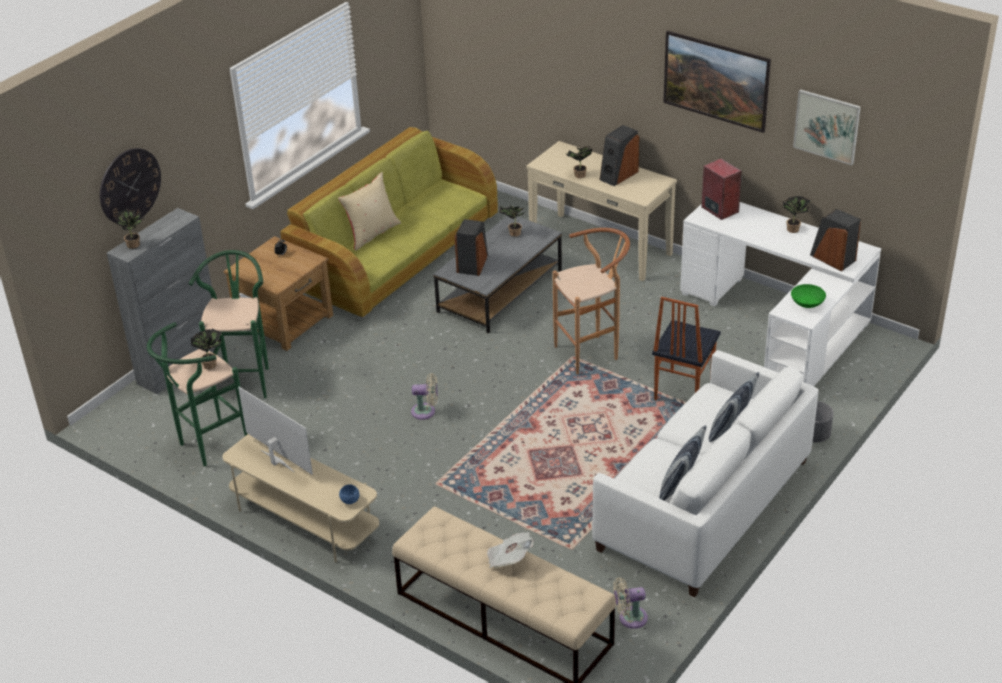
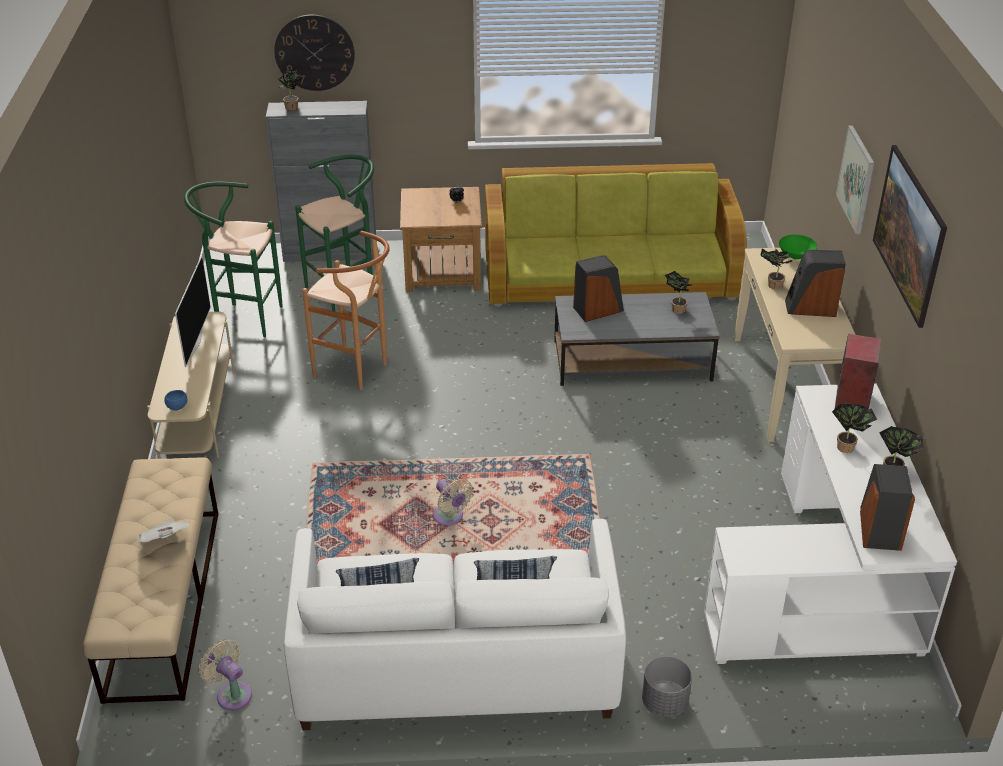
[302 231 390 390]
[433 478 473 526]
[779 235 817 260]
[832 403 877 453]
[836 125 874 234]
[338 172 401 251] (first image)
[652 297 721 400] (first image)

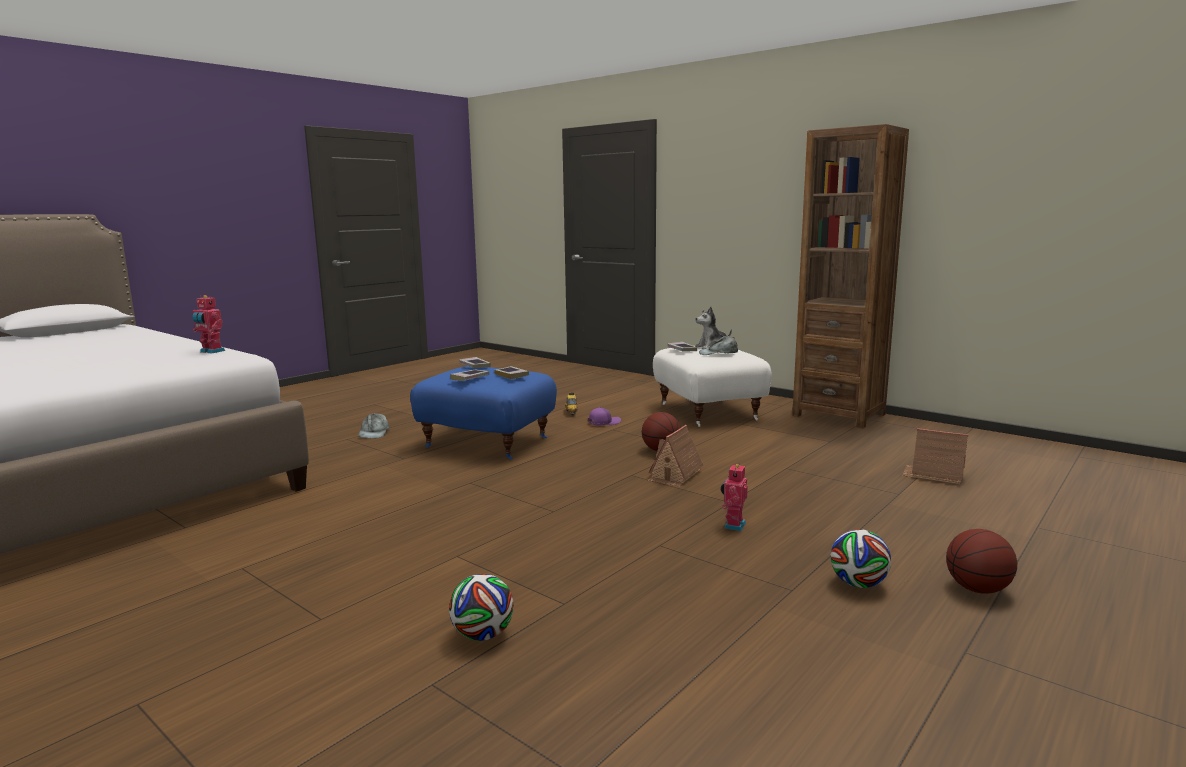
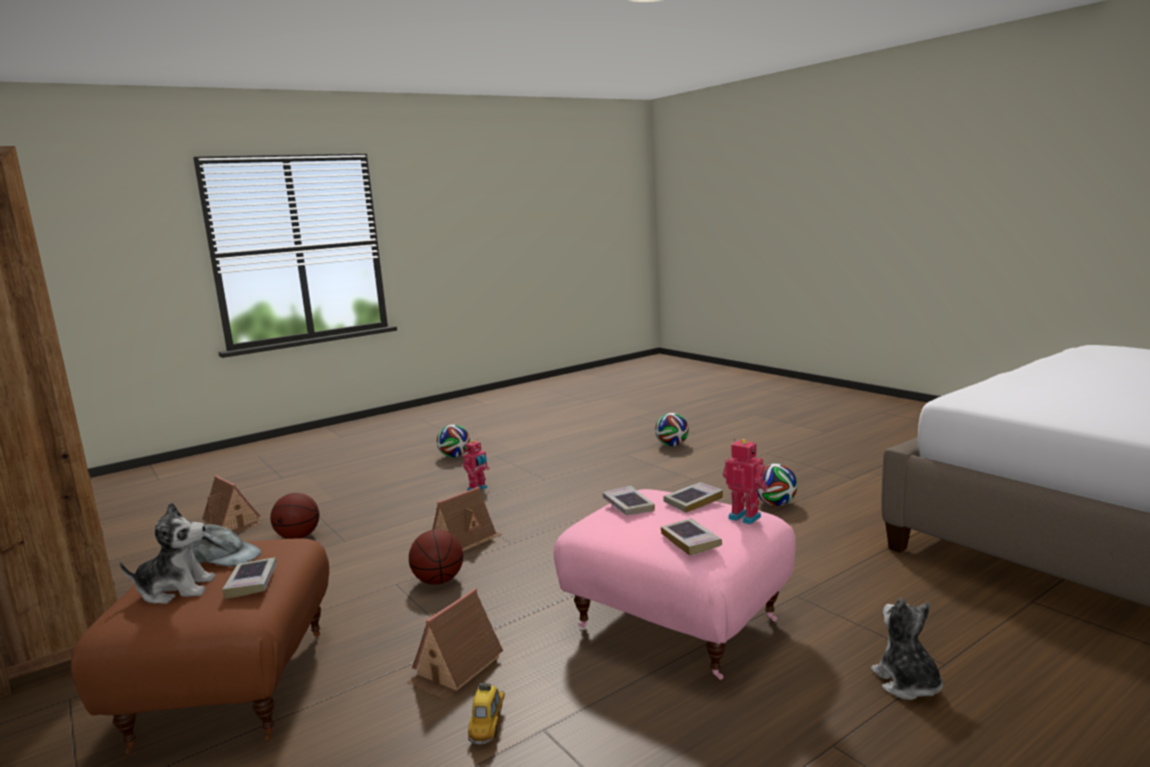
[71 539 329 755]
[270 493 320 539]
[407 588 503 700]
[553 489 796 680]
[723 439 768 525]
[757 463 798 506]
[871 598 943 700]

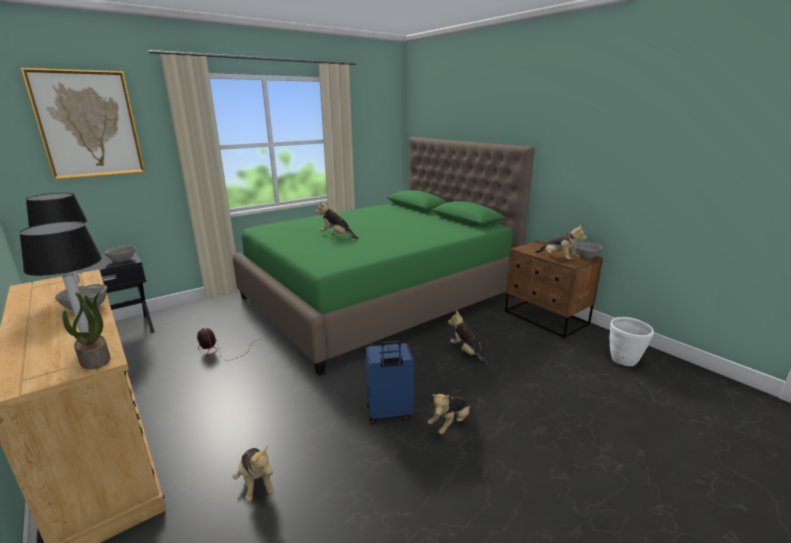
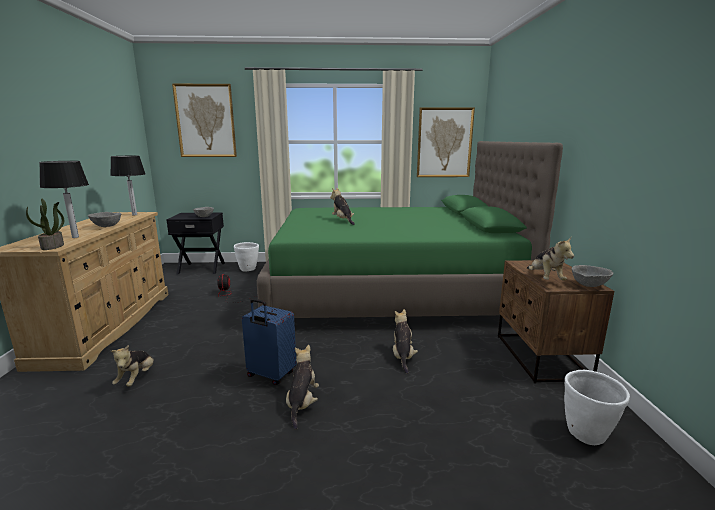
[234 242 259 272]
[286 345 319 430]
[417 107 475 177]

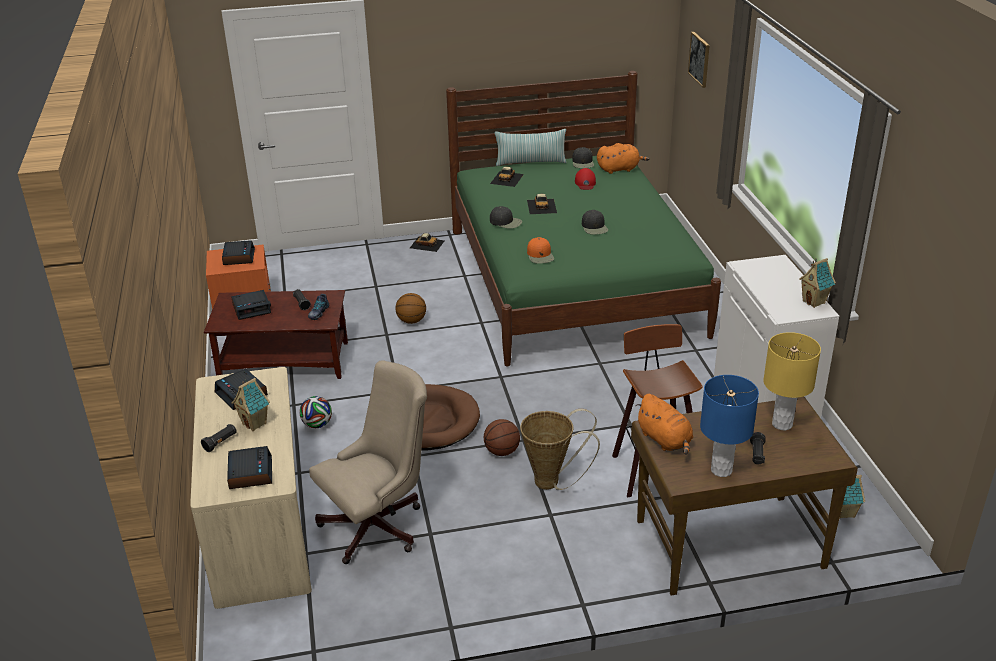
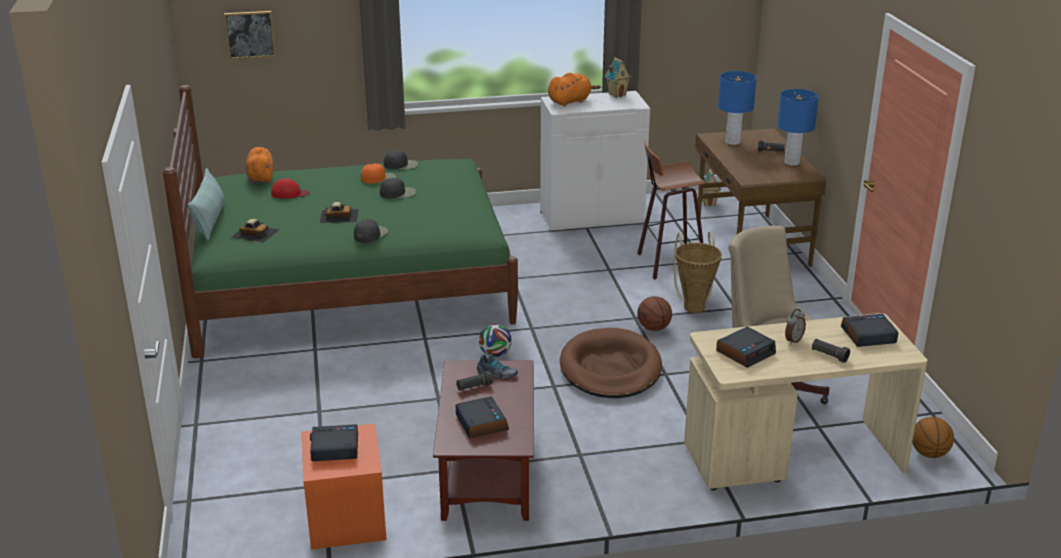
[361 164 396 184]
[384 150 418 170]
[479 324 512 357]
[548 72 601 106]
[718 71 757 145]
[785 308 806 344]
[912 417 954 458]
[410 233 445 252] (first image)

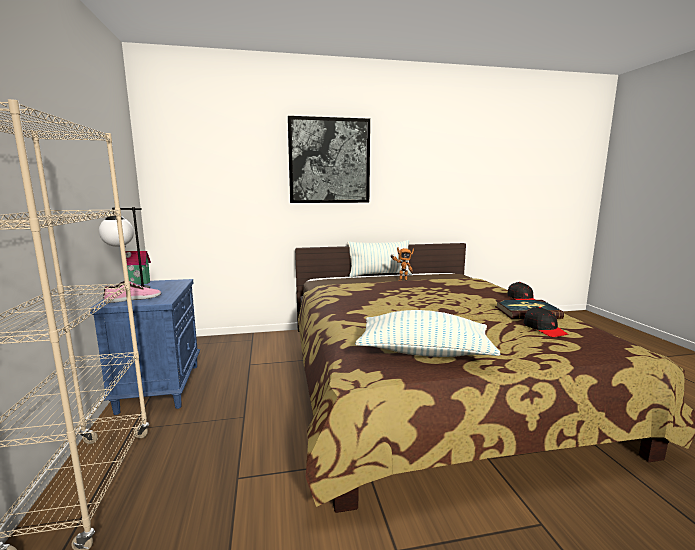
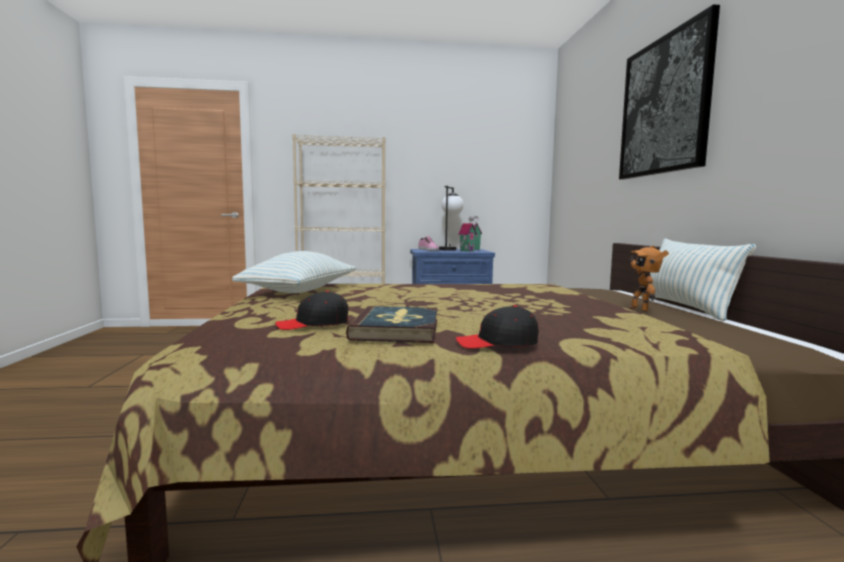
[459 216 479 252]

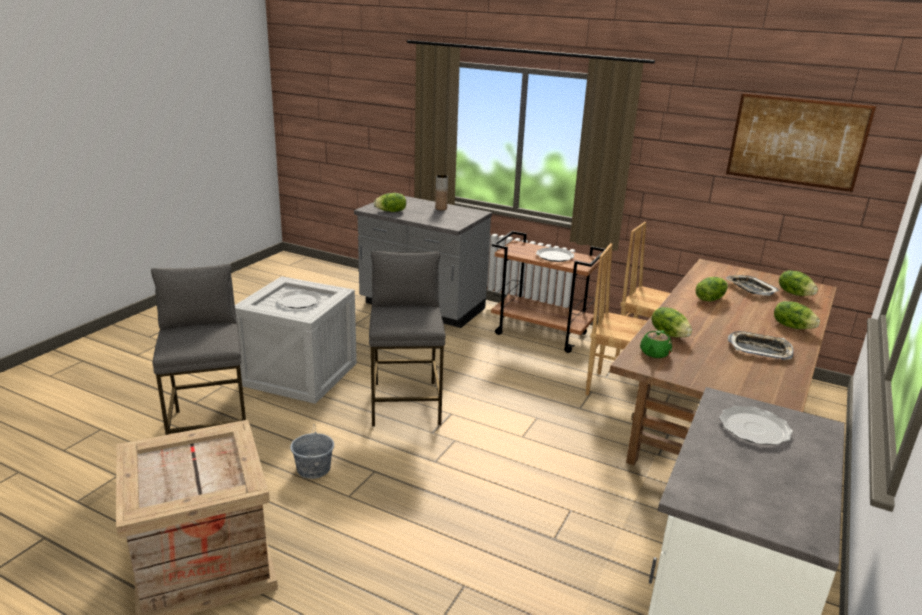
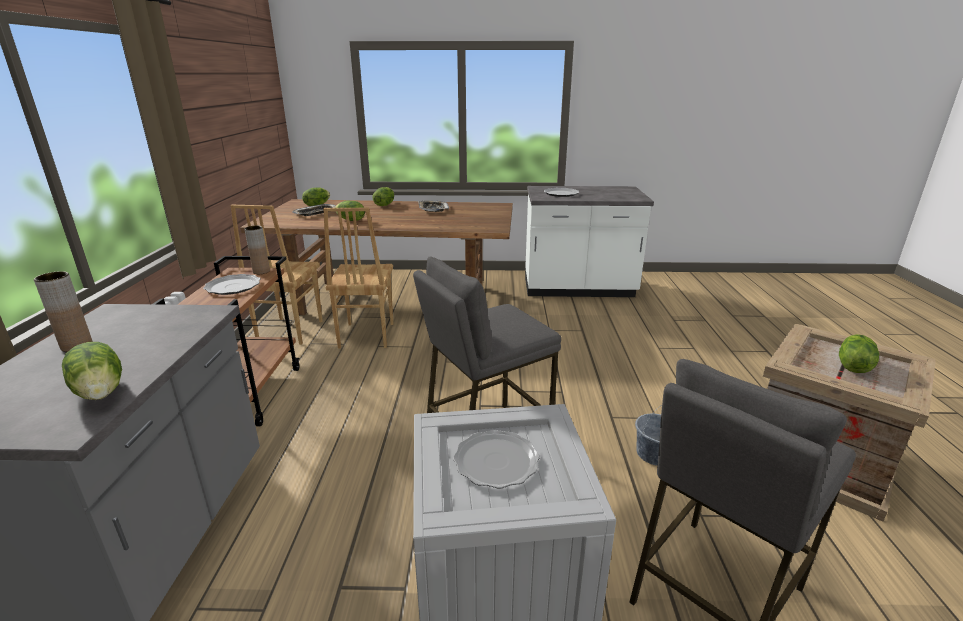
[245 226 270 274]
[839 334 879 373]
[640 330 672 358] (first image)
[726 93 876 192] (first image)

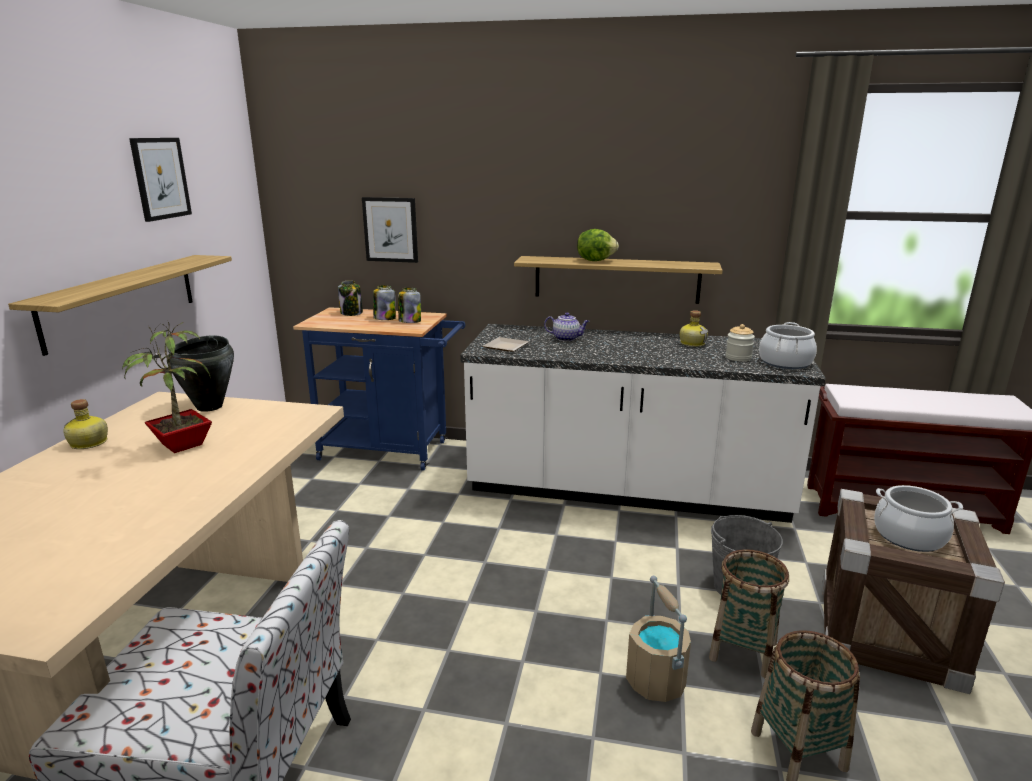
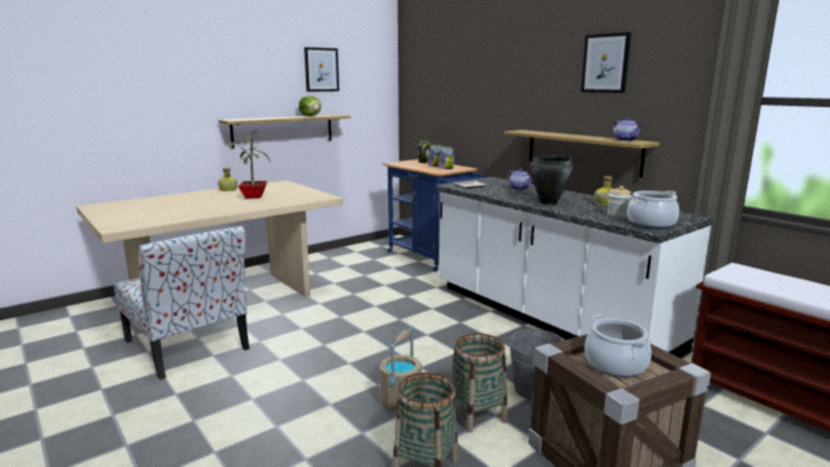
[299 96 321 116]
[530 155 573 205]
[581 32 631 93]
[613 117 642 141]

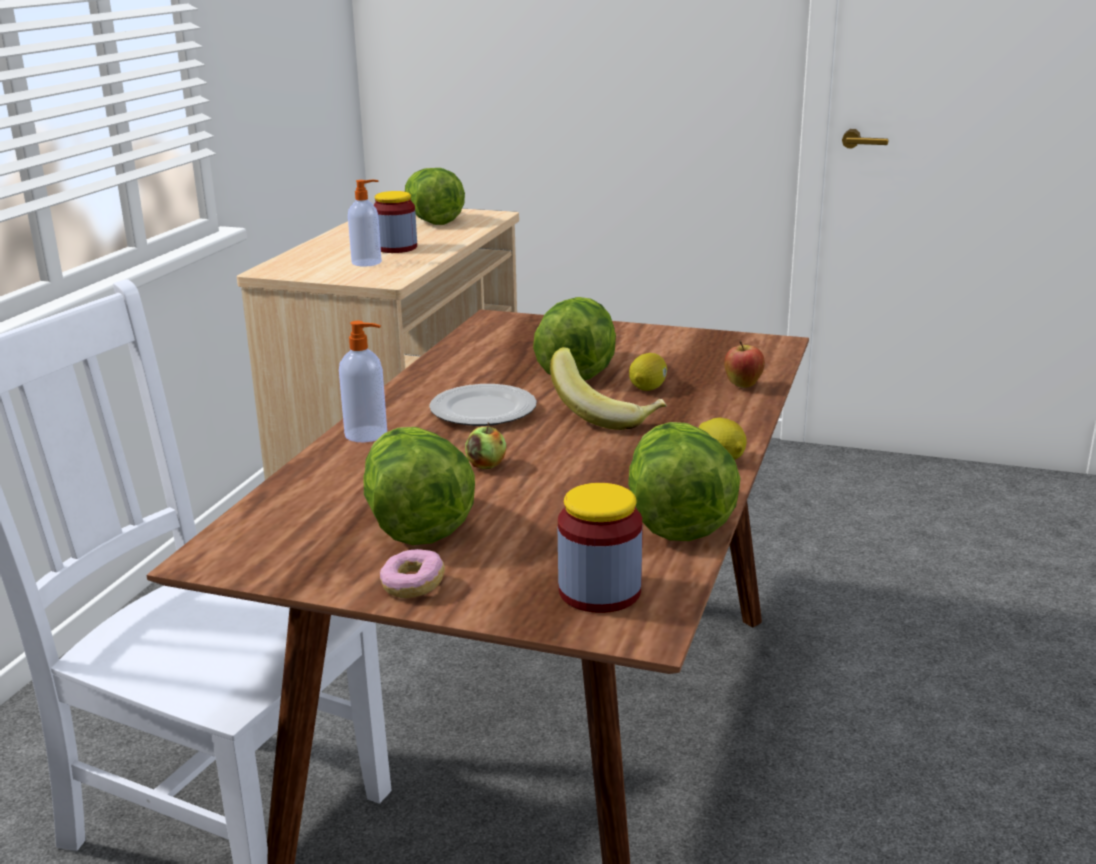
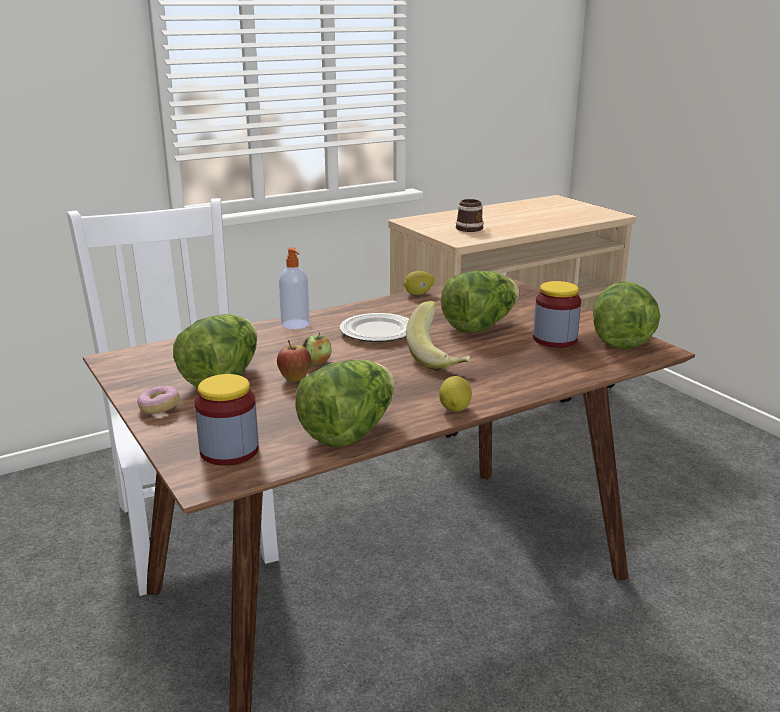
[277 340 311 381]
[403 271 435 295]
[456 199 484 232]
[533 281 581 348]
[593 281 660 349]

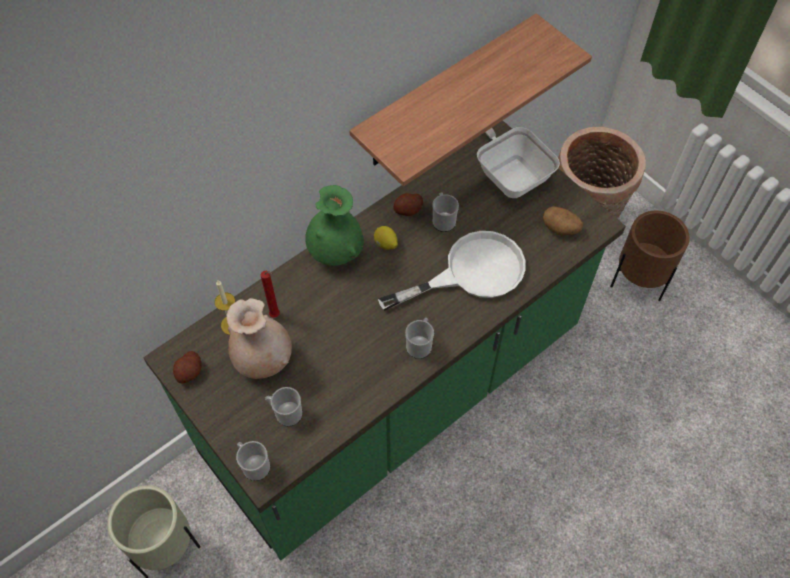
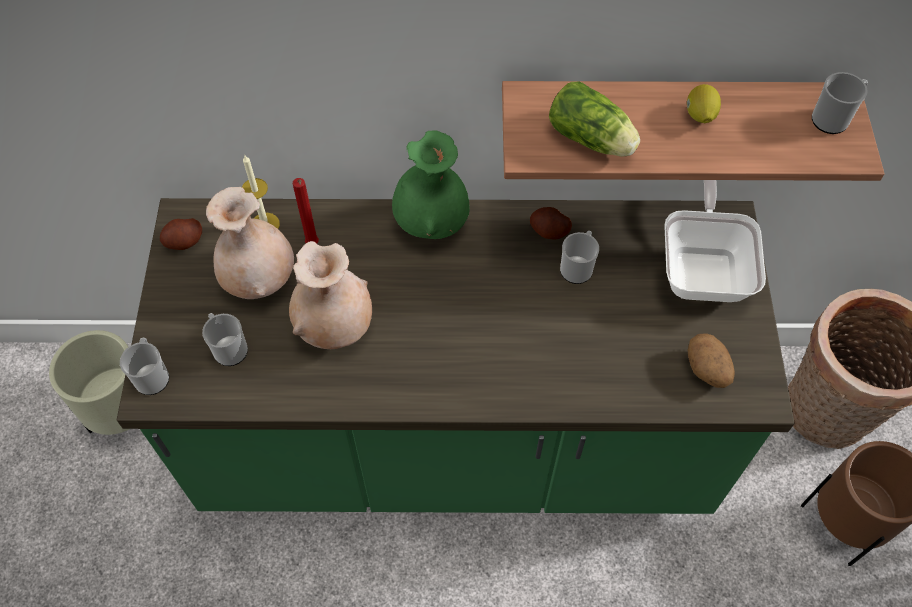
[289 241 372 349]
[549 82 640 157]
[687 84 721 123]
[812 72 868 134]
[378 231 526 310] (first image)

